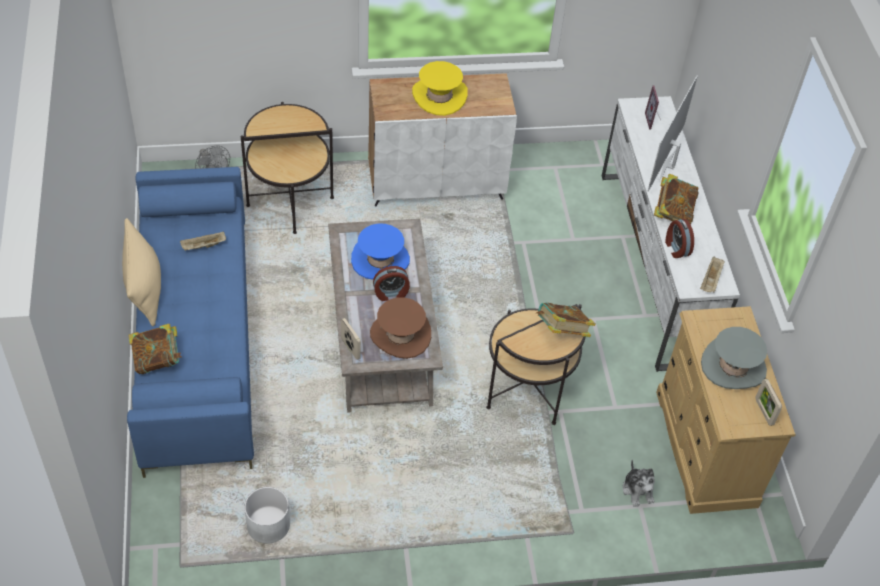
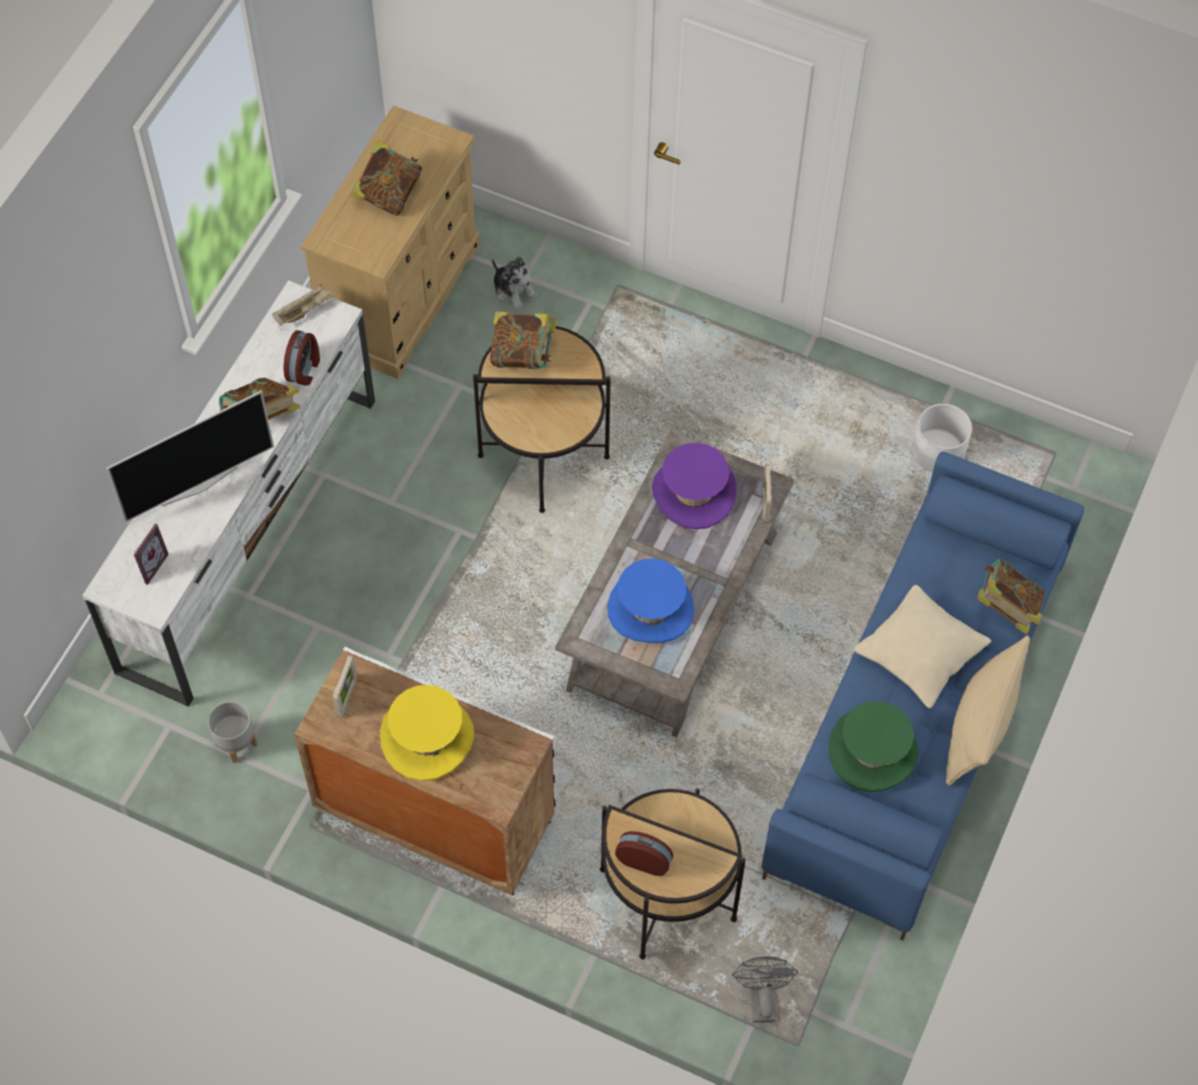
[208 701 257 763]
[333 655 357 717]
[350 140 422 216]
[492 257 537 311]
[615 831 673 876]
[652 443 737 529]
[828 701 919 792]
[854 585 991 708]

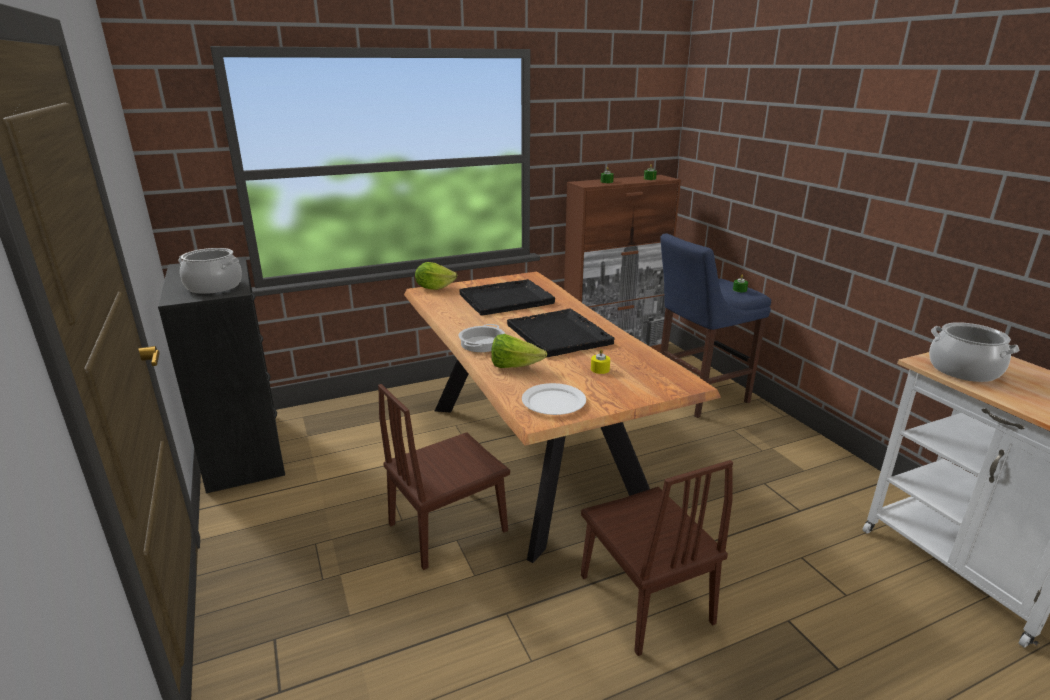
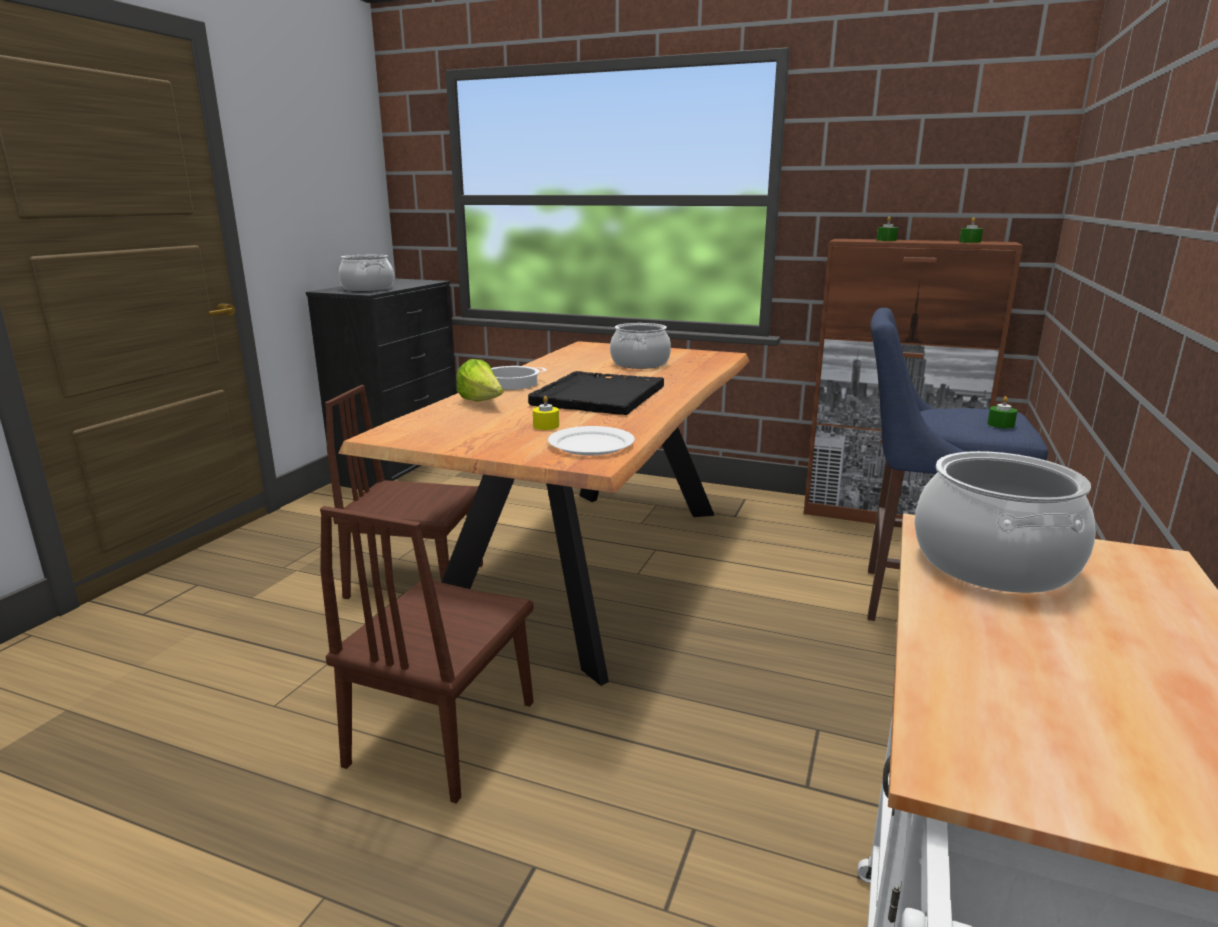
[548 426 635 455]
[610 323 671 369]
[415 262 457 290] (first image)

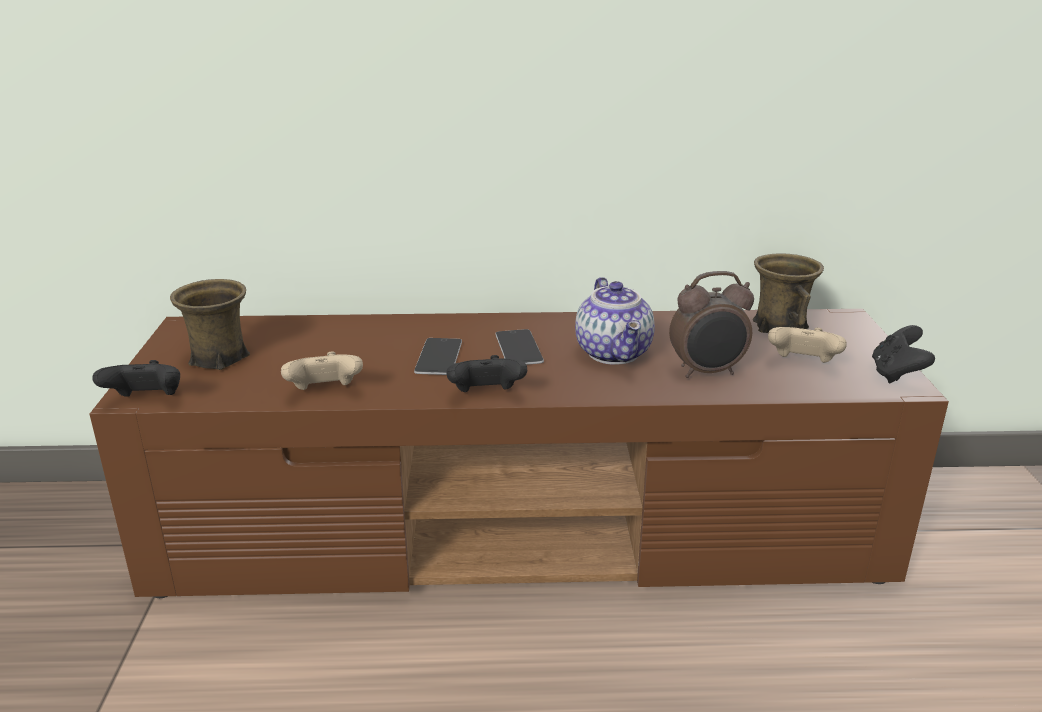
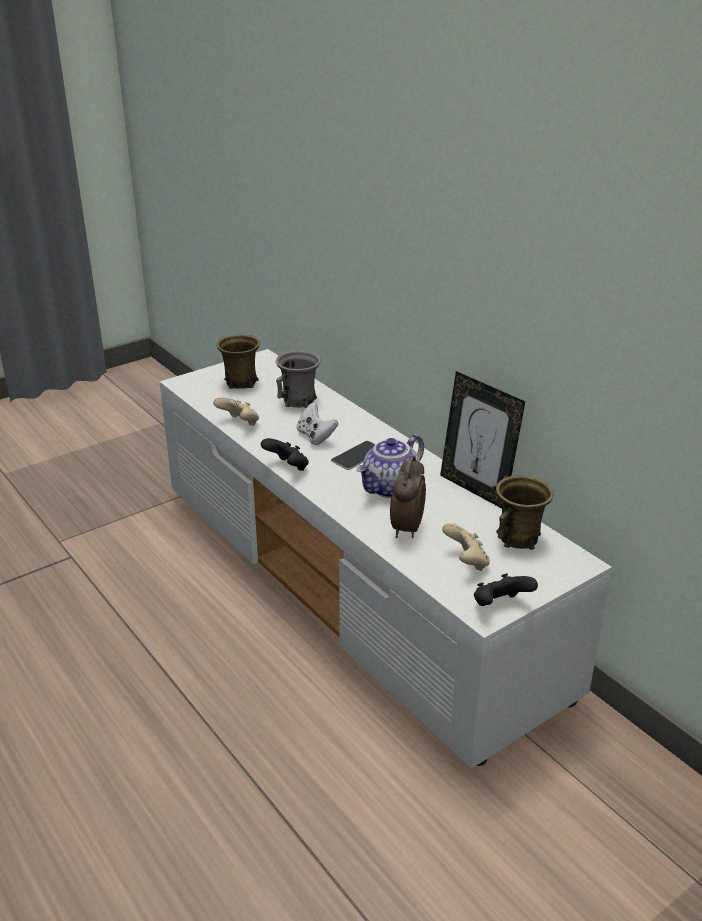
[160 349 612 769]
[276 351 321 408]
[297 402 338 445]
[390 455 426 538]
[440 371 526 508]
[92 360 180 397] (first image)

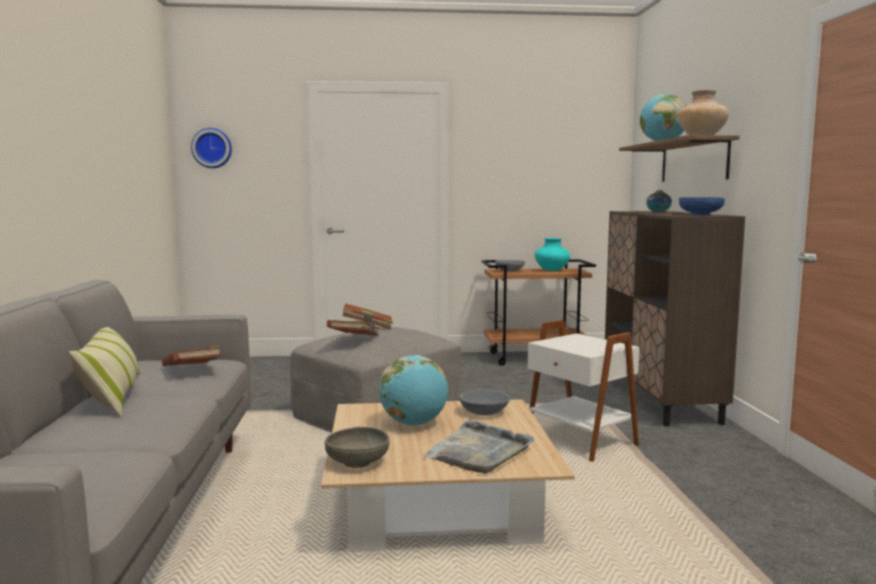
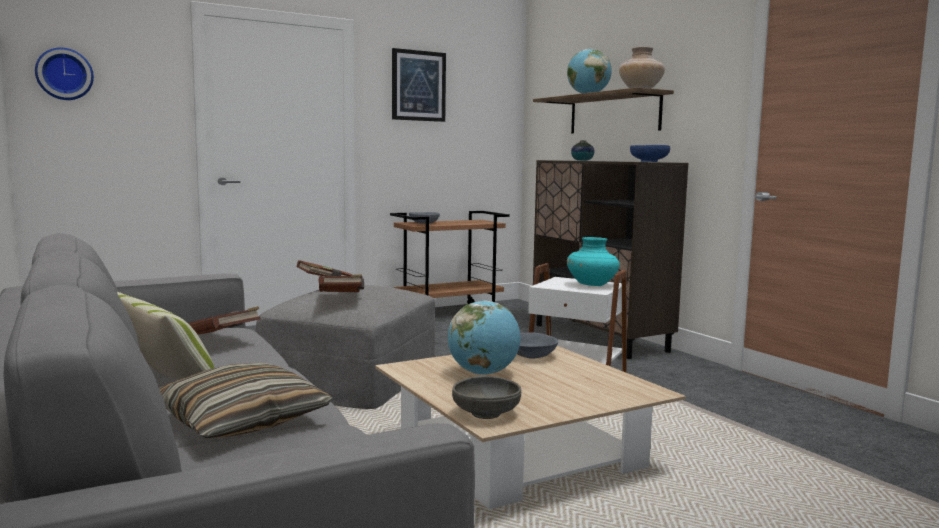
[159 363 332 438]
[392 48 446 122]
[567 237 620 286]
[423 421 534 473] (first image)

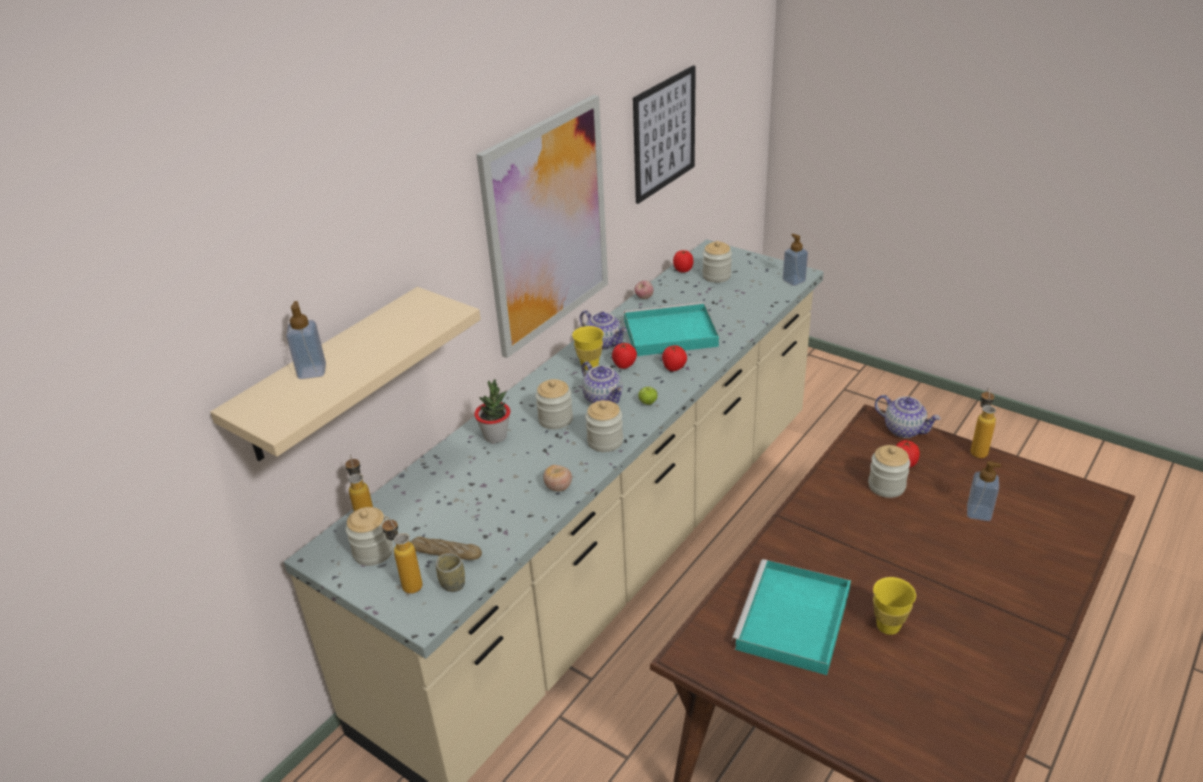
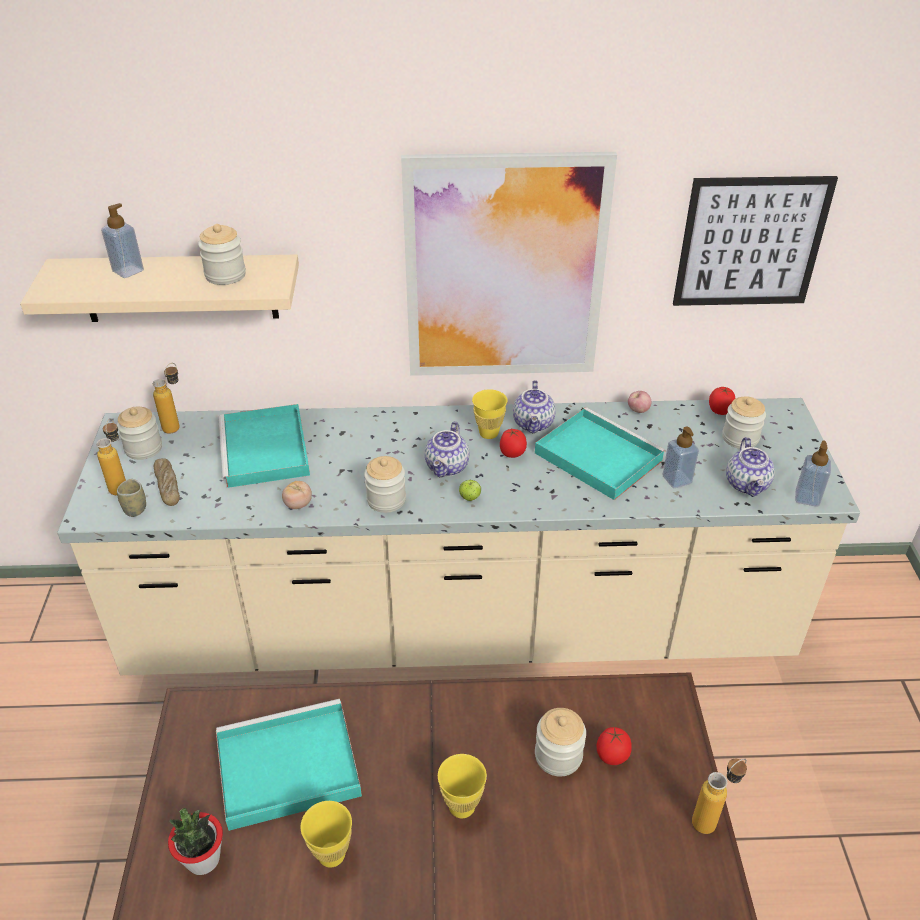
[168 808 223 875]
[198 224 246 285]
[218 404 310 488]
[438 754 487 818]
[662 427 699 488]
[726 437 775 497]
[662 345 687 371] (first image)

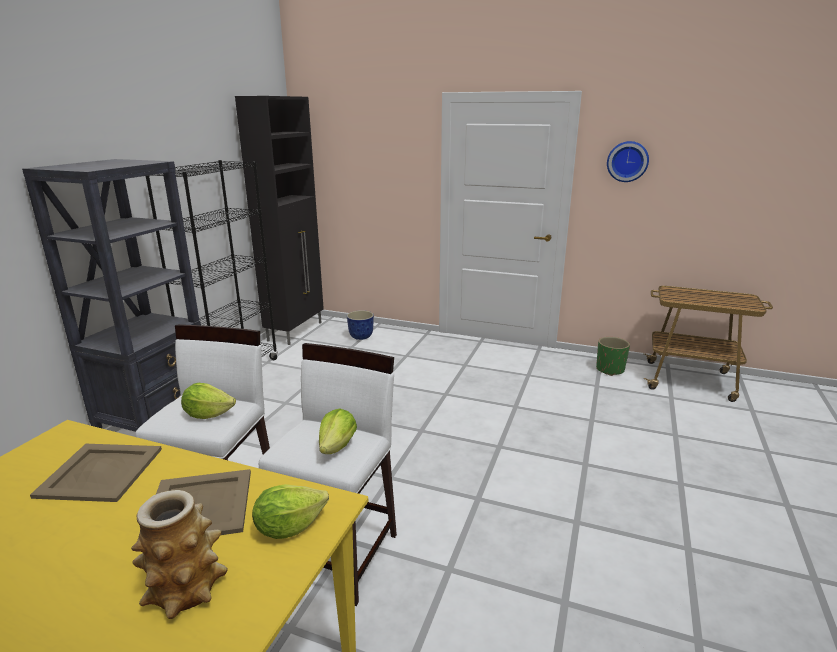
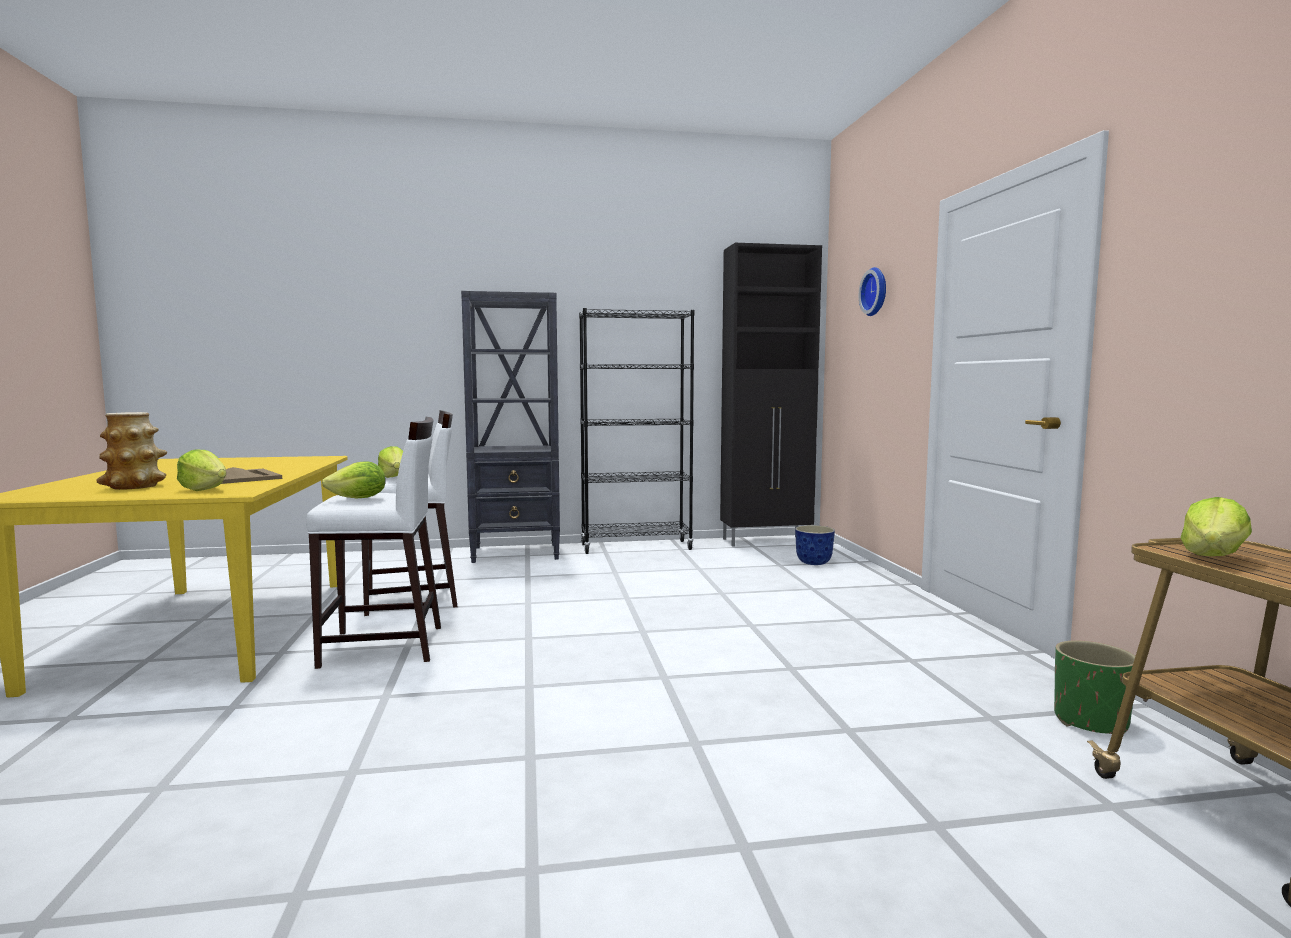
[859 267 886 316]
[1181 497 1252 556]
[30 444 162 502] (first image)

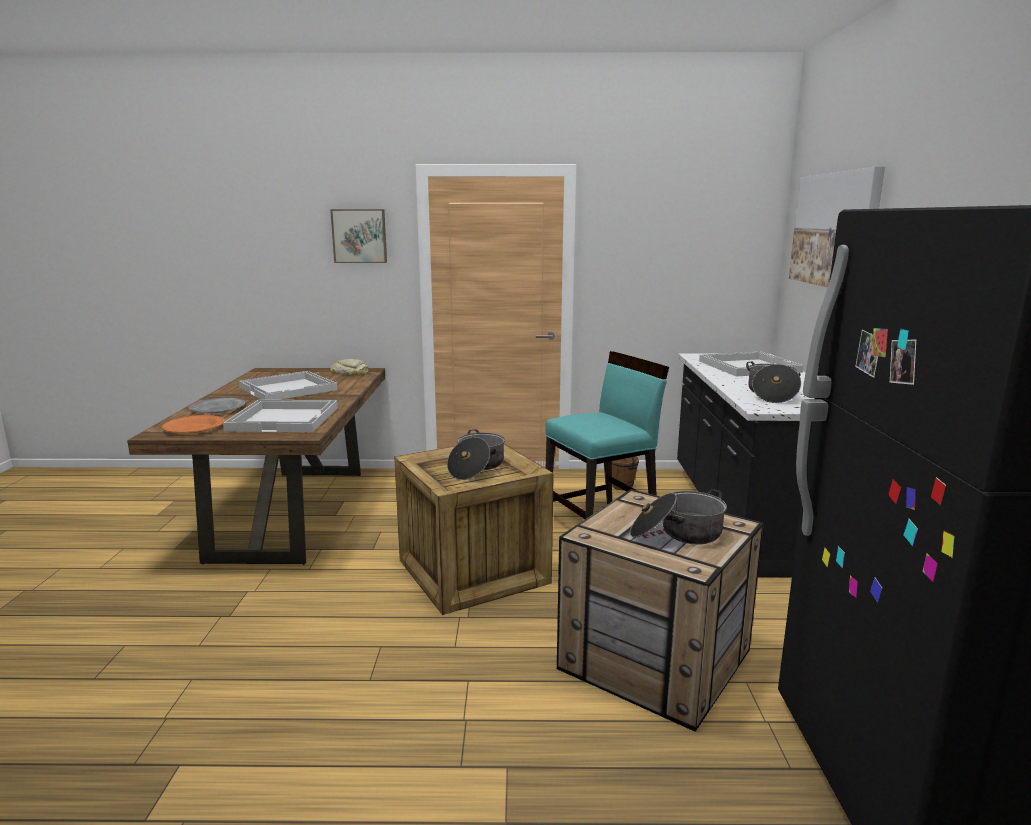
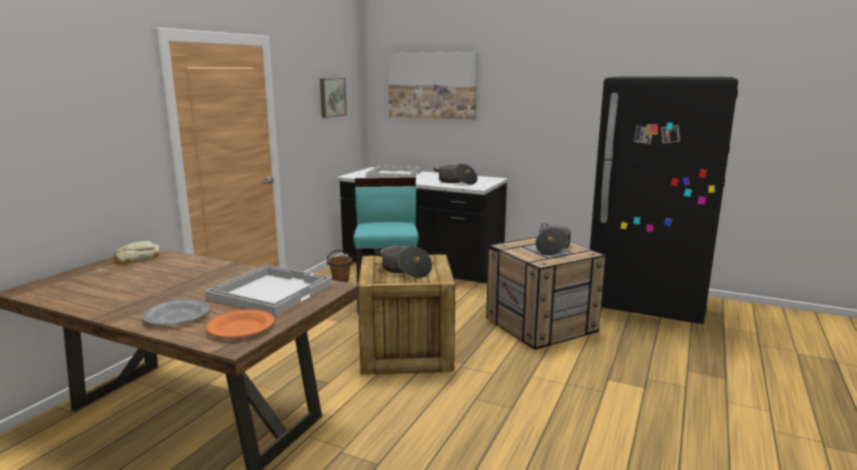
[320 78 347 118]
[239 371 338 400] (first image)

